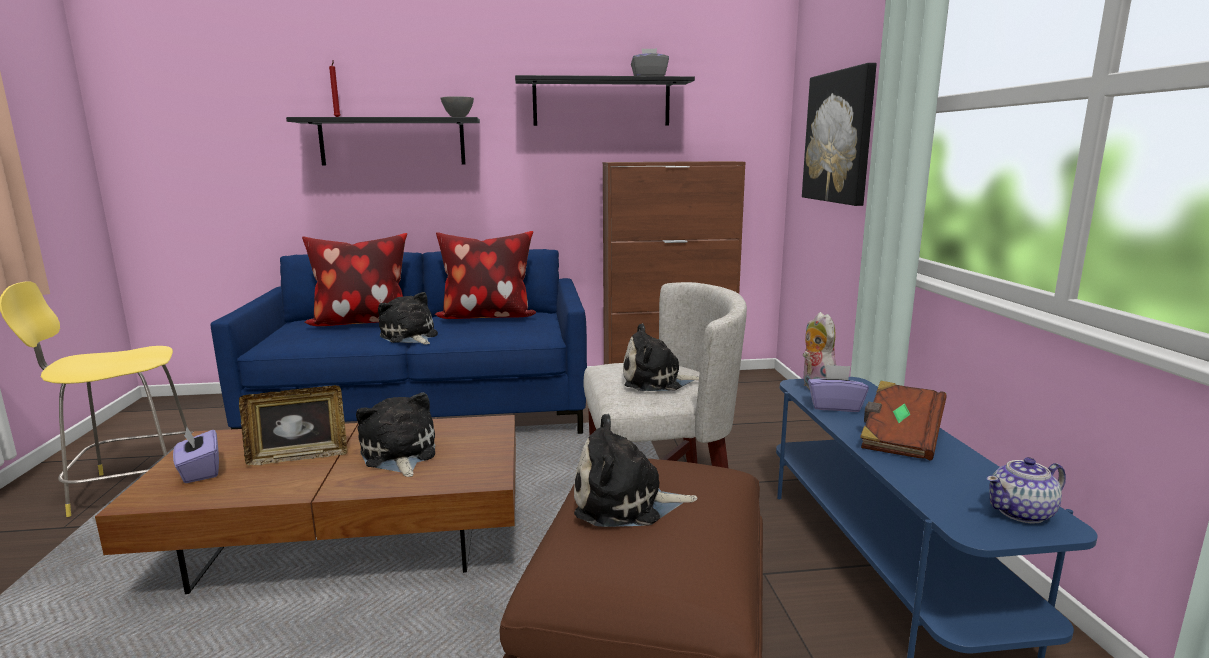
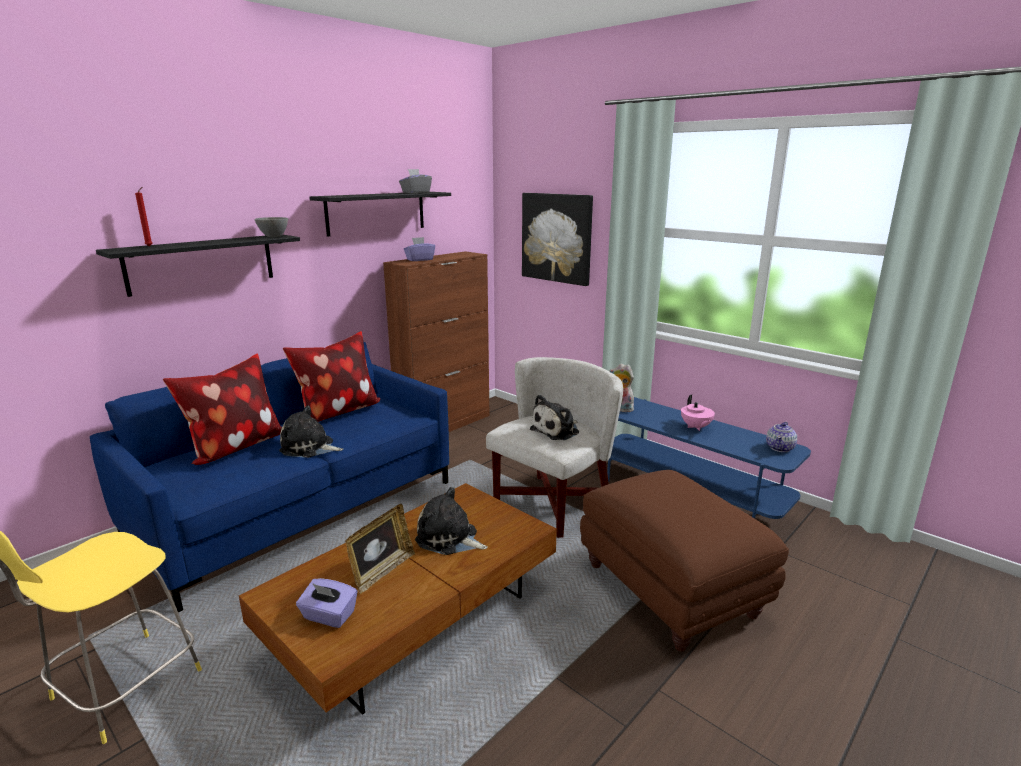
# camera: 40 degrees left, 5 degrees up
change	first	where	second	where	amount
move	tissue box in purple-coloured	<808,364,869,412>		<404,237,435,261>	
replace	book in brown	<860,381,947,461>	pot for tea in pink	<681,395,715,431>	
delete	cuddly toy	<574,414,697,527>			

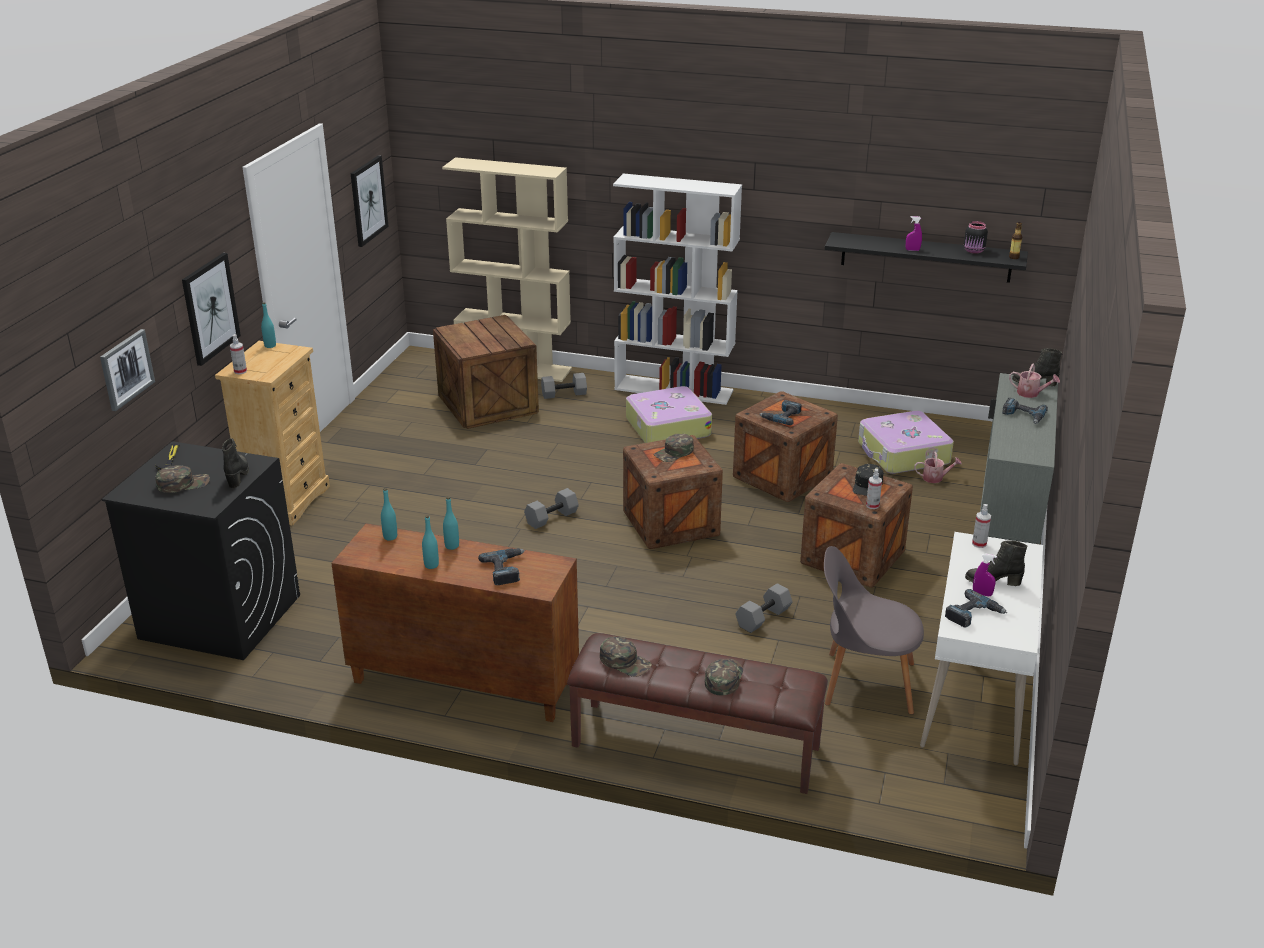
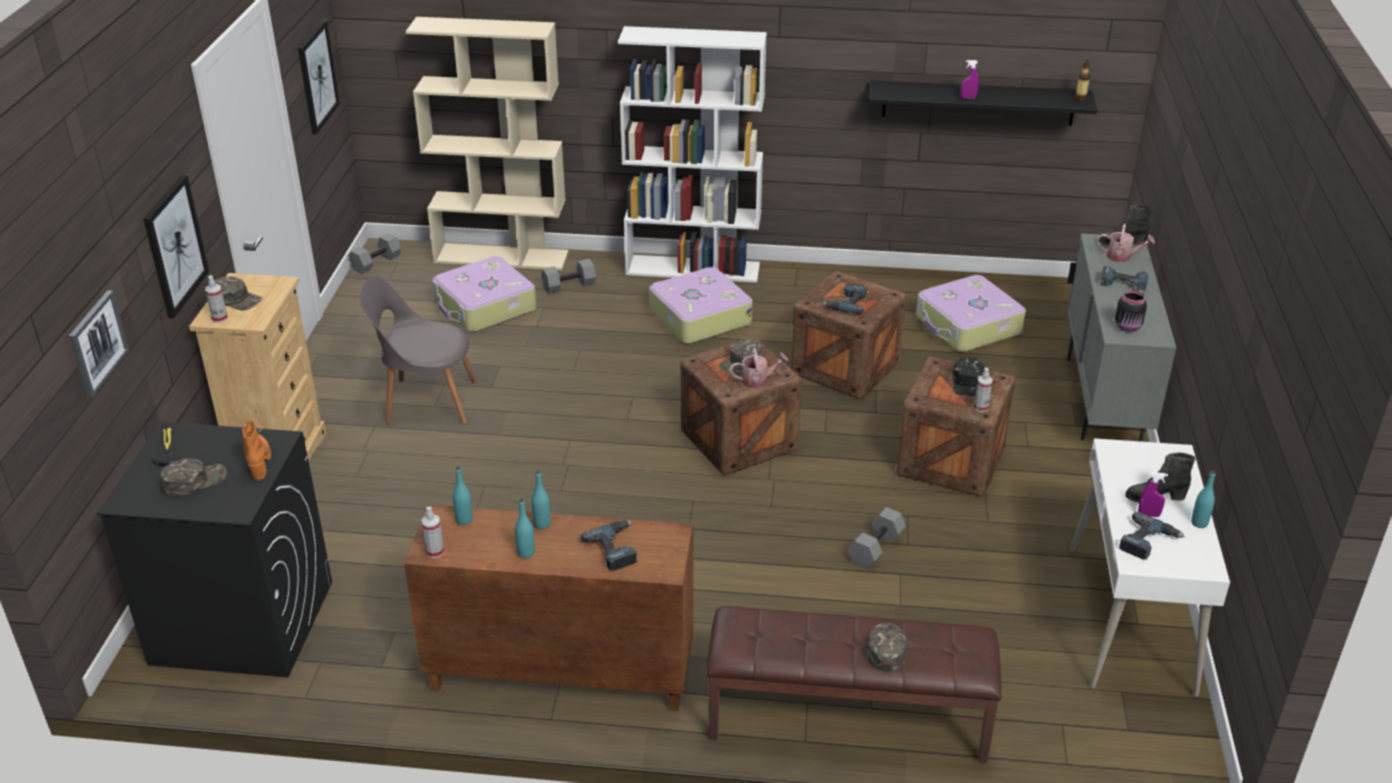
# camera: 10 degrees left, 5 degrees up
change	first	where	second	where	amount
move	preserve jar in blackish	<964,221,988,254>		<1115,290,1147,332>	
move	bottle in turquoise-coloured	<261,303,276,348>		<1191,470,1216,528>	
replace	packing crate	<433,315,539,429>	travel case	<432,256,536,332>	
recolor	high-top boot in blackish	<222,438,249,488>	high-top boot in orange-coloured	<242,420,271,480>	
move	watering pot	<914,451,962,483>		<730,348,789,388>	
move	free weight in greyish	<524,488,579,529>		<349,233,401,274>	
move	hand sprayer	<972,504,991,548>		<421,507,444,558>	
move	plain chair in greyish	<824,546,924,715>		<360,276,477,425>	
move	cap in green	<600,637,652,677>		<215,276,262,310>	

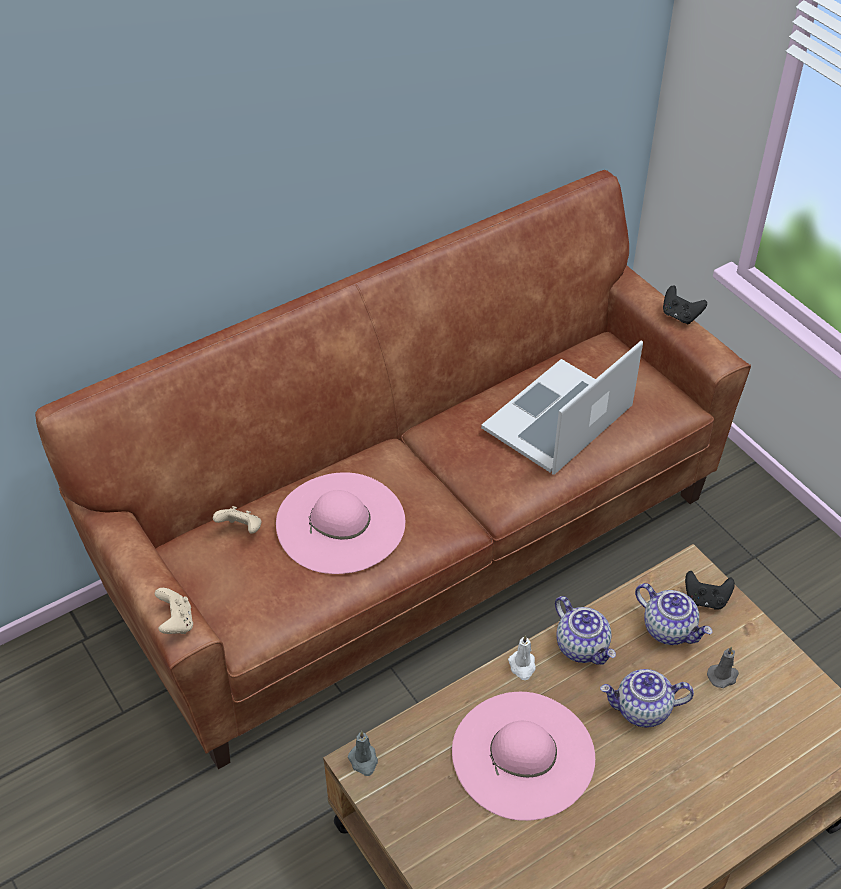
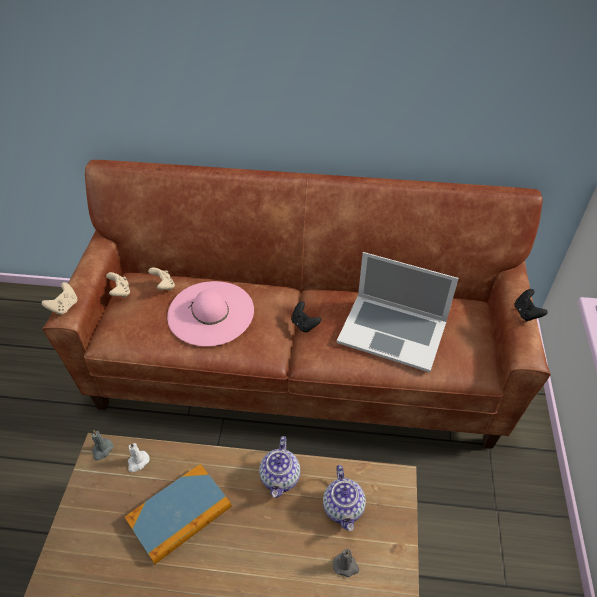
# camera: 40 degrees right, 0 degrees up
change	first	where	second	where	amount
rotate	laptop	<481,340,643,475>		<337,252,459,372>	150 degrees counterclockwise
move	game controller in blackish	<685,571,735,610>		<291,301,321,333>	
move	wax candle in white-coloured	<508,635,536,680>		<128,442,150,472>	
delete	pot for tea	<600,669,694,728>			
replace	wearable hat in pink	<452,692,595,821>	book	<125,464,232,565>	
insert			game controller in beige-coloured	<106,272,130,297>	

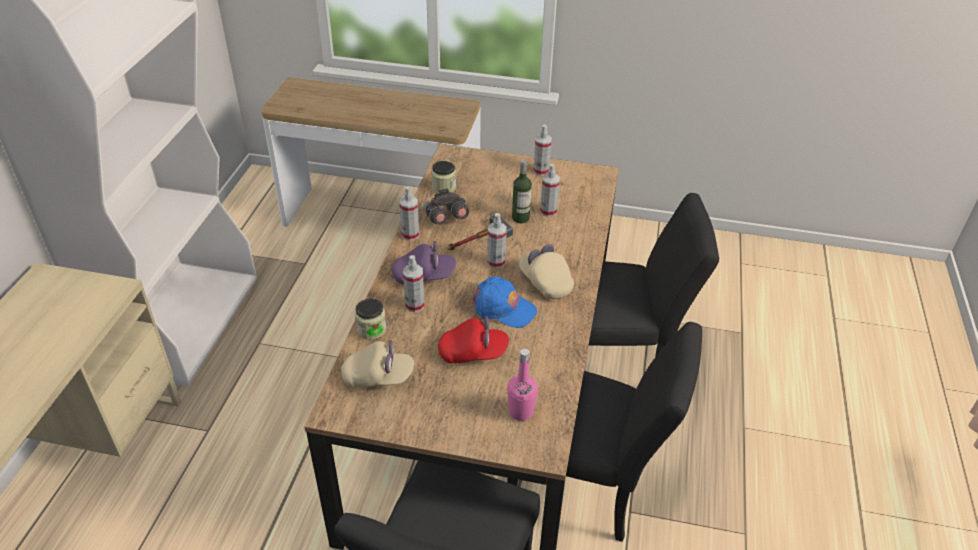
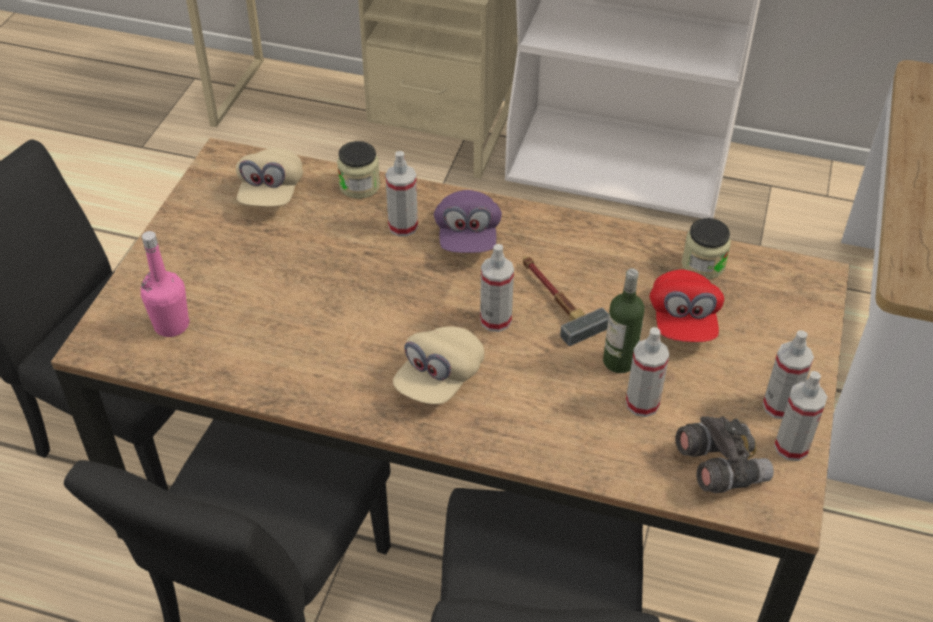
# camera: 95 degrees right, 5 degrees up
change	first	where	second	where	amount
move	hand sprayer	<399,187,420,241>		<774,371,827,461>	
move	field glasses in greyish	<423,188,469,225>		<675,416,774,493>	
rotate	cap in beige-coloured	<519,244,574,299>		<393,326,485,404>	150 degrees clockwise
delete	cap in bluish	<471,276,537,328>			
move	cap in reddish	<438,316,509,363>		<650,269,724,342>	

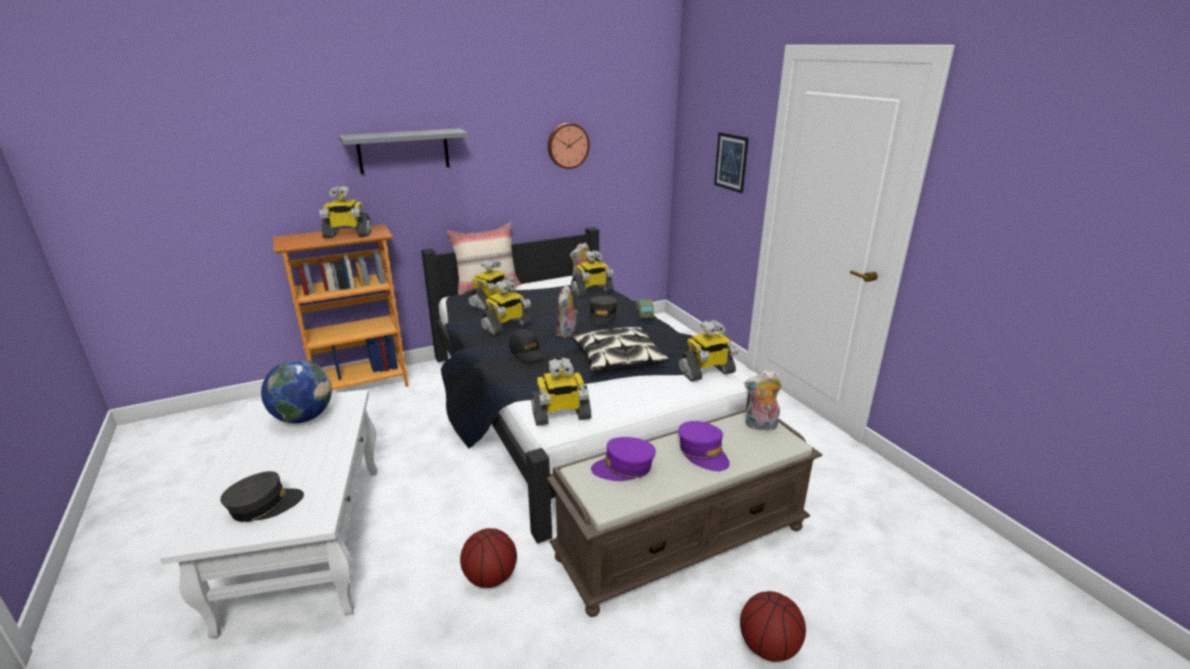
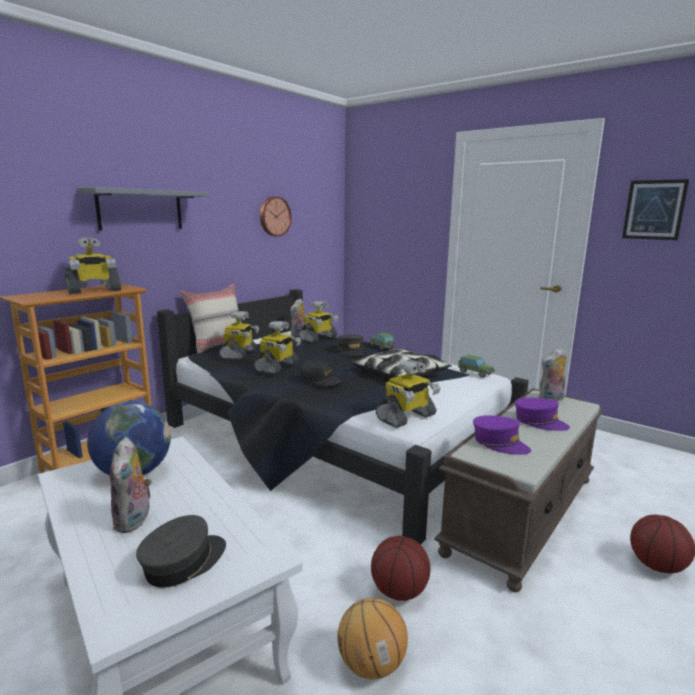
# camera: 25 degrees left, 10 degrees down
change	first	where	second	where	amount
move	picture	<714,132,749,193>		<622,179,689,240>	
move	cuddly toy	<556,285,578,338>		<110,437,152,533>	
replace	model robot	<678,320,739,381>	model car	<458,354,495,378>	
rotate	cap in purple-coloured	<591,437,656,481>		<473,415,531,455>	105 degrees counterclockwise
insert			ball for basketball	<337,598,408,679>	

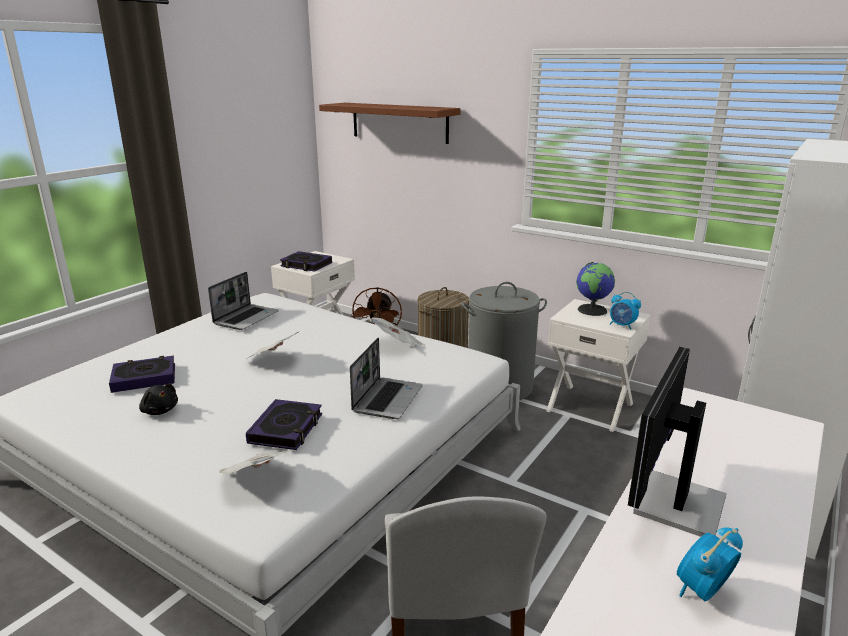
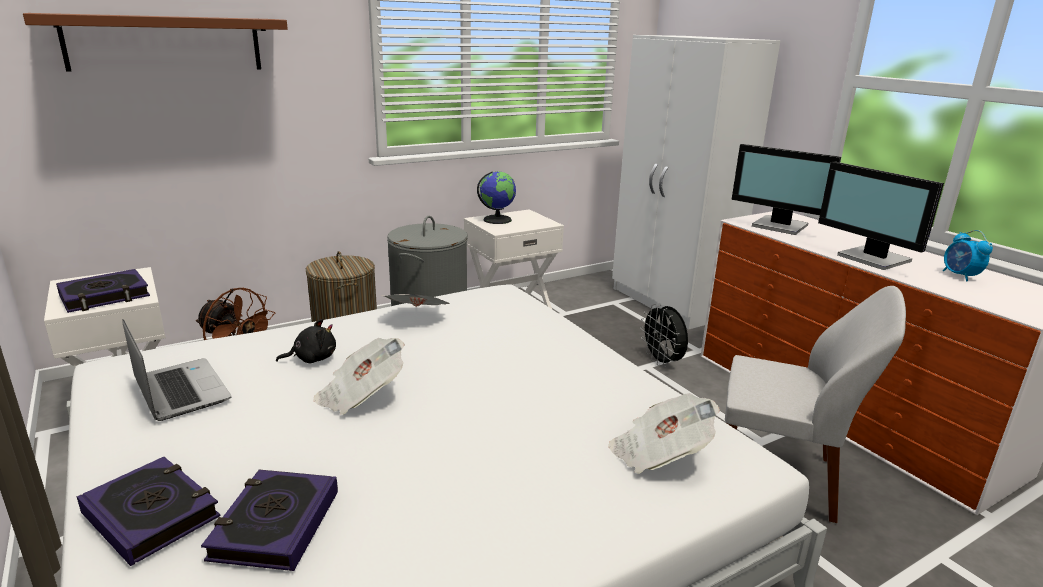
# camera: 65 degrees left, 0 degrees up
change	first	where	second	where	amount
delete	alarm clock	<610,292,641,330>			
delete	laptop	<350,338,423,419>			
move	cuddly toy in blackish	<139,384,178,415>		<276,319,336,363>	
move	book	<246,399,322,450>		<77,457,221,566>	
insert			computer display	<732,144,841,235>	
insert			electric fan in blackish	<640,304,688,367>	

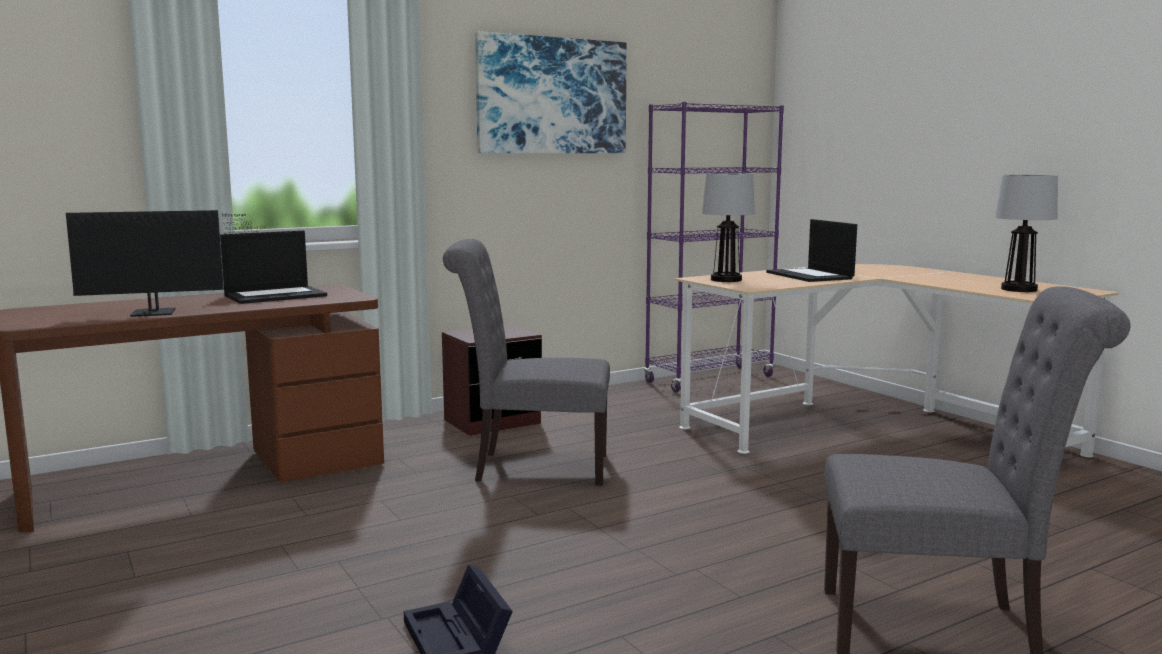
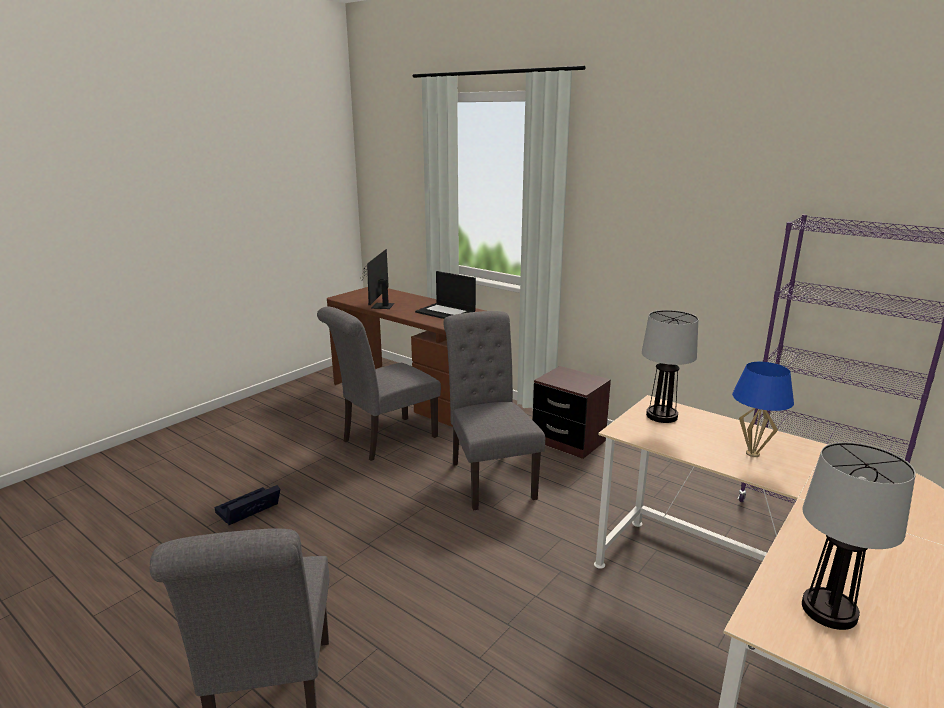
# camera: 70 degrees right, 10 degrees up
change	first	where	second	where	amount
delete	picture	<475,31,627,153>			
rotate	computer display	<66,210,266,317>		<362,249,394,309>	45 degrees clockwise
replace	laptop	<766,219,857,282>	lamp for a table in bluish	<732,362,794,457>	
insert			plain chair in greyish	<317,307,441,461>	

